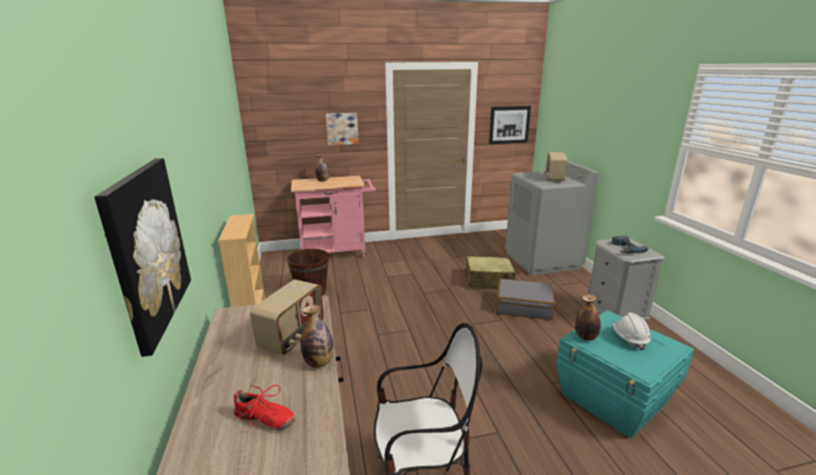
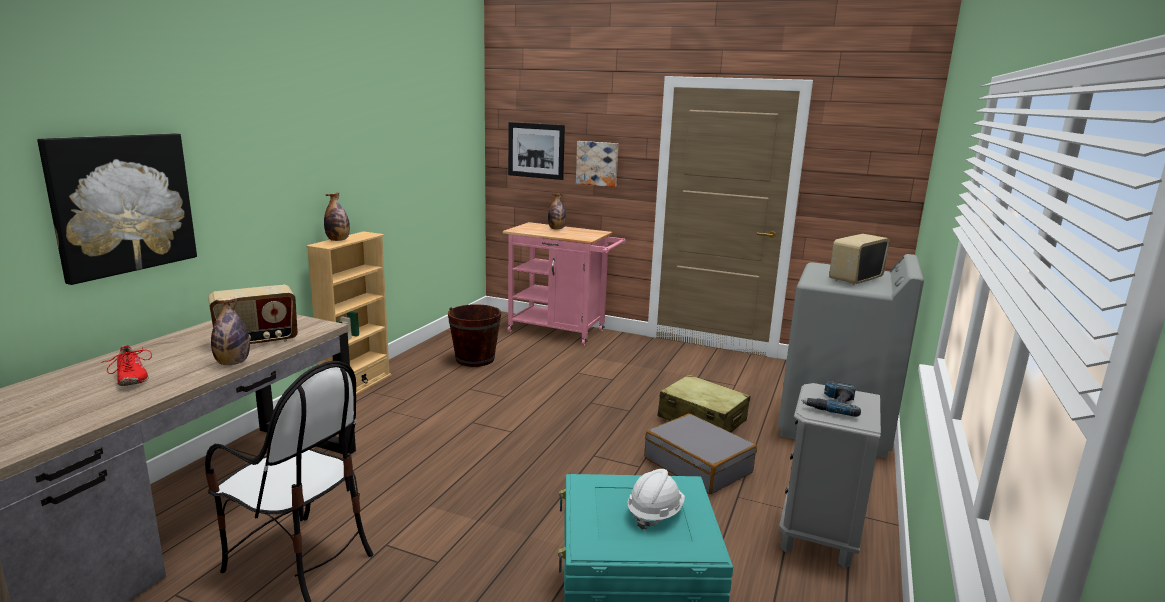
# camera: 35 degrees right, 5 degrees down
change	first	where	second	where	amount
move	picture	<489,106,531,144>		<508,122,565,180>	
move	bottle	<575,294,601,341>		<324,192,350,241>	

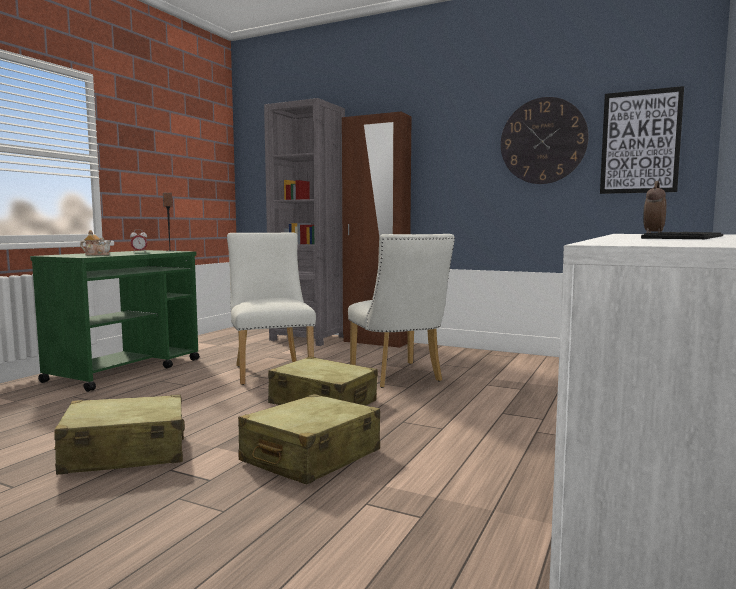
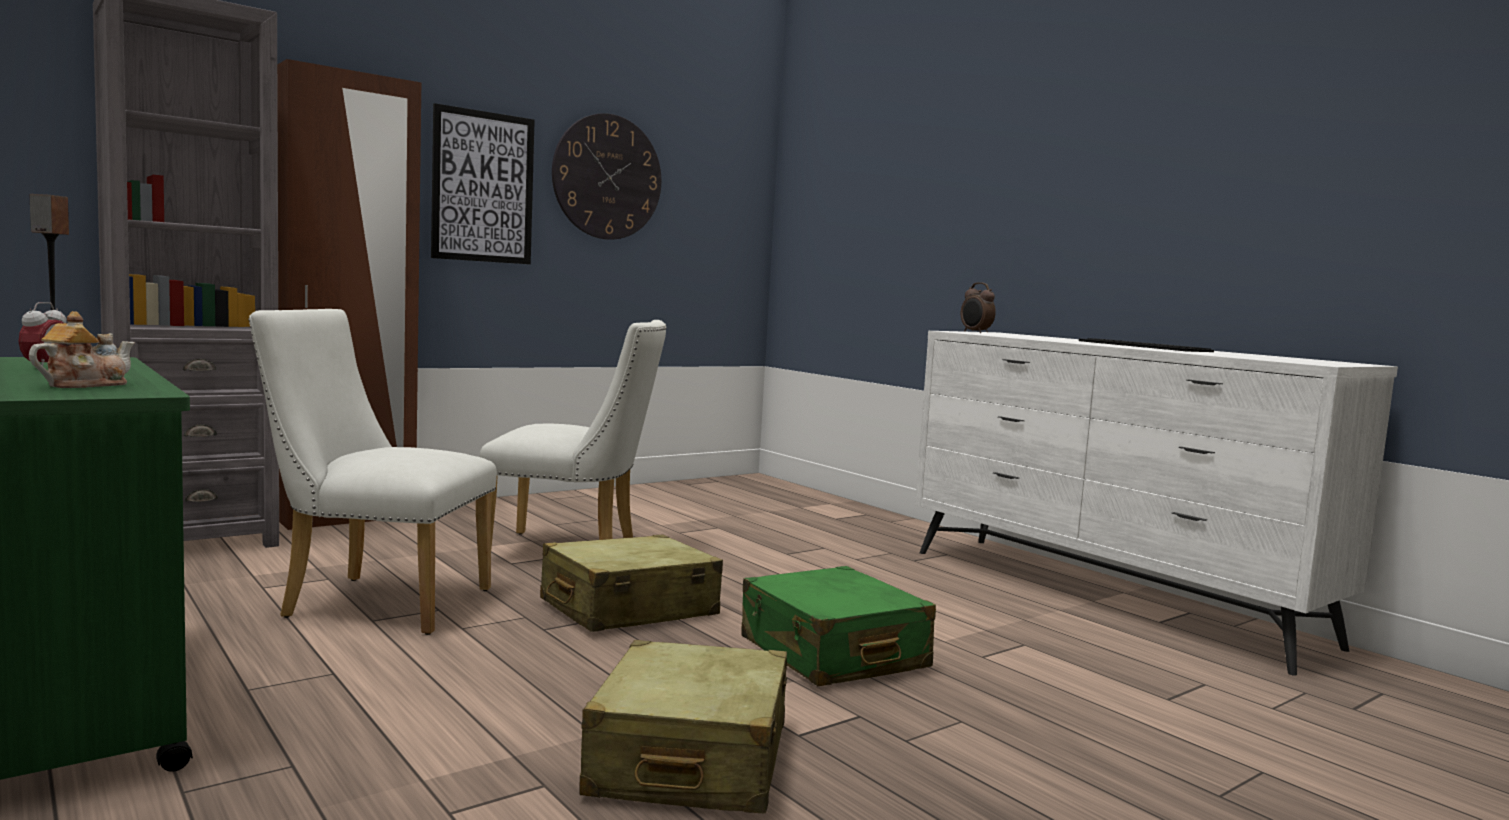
# camera: 65 degrees left, 0 degrees up
change	first	where	second	where	amount
move	picture	<600,86,684,194>		<431,103,535,264>	
recolor	travel case in beige-coloured	<238,394,380,484>	travel case in green	<742,566,936,686>	

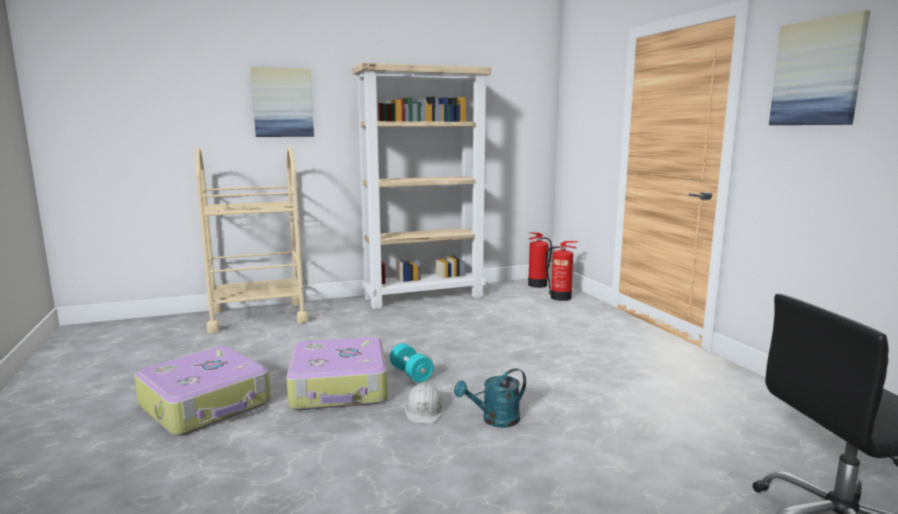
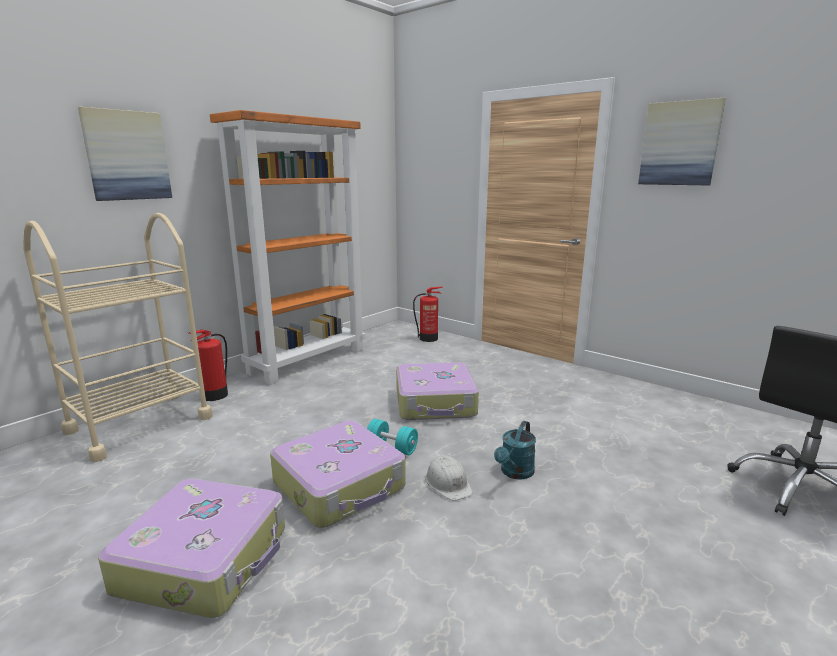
# camera: 30 degrees left, 5 degrees up
change	first	where	second	where	amount
recolor	bookcase in beige-coloured	<352,62,491,309>	bookcase in orange-coloured	<210,110,365,385>	
move	extinguisher	<528,232,552,288>		<189,330,228,401>	
insert			travel case	<396,362,479,420>	

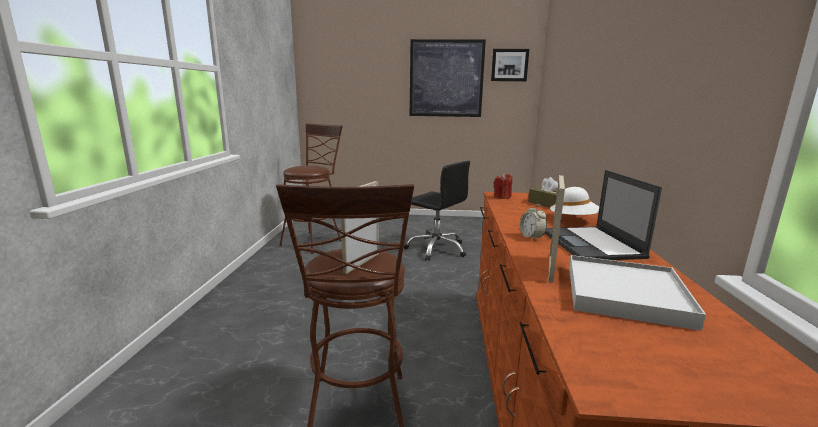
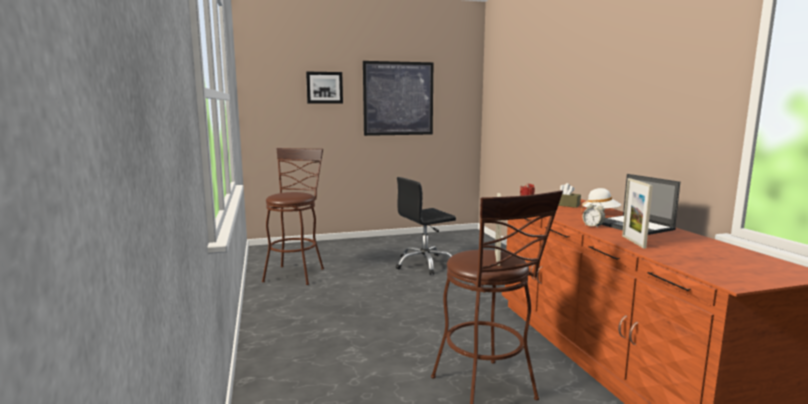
# camera: 20 degrees left, 5 degrees down
change	first	where	second	where	amount
move	picture	<491,49,529,81>		<306,72,343,103>	
rotate	computer chair in blackish	<404,161,470,261>		<395,177,456,275>	135 degrees clockwise
delete	carrying tray in white-coloured	<569,255,706,331>			

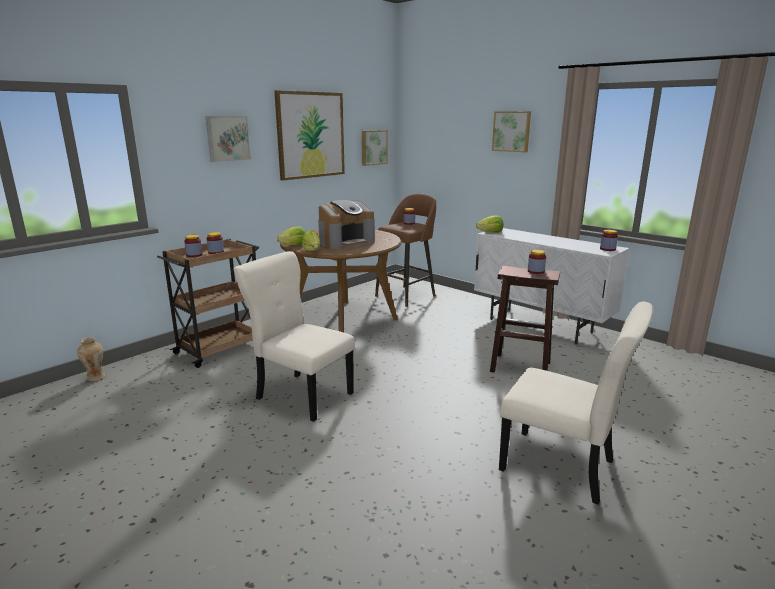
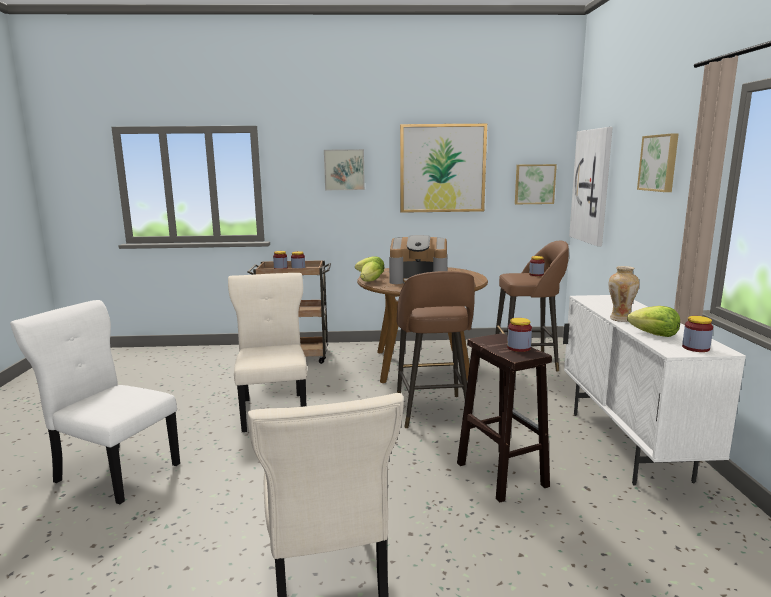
# camera: 45 degrees right, 5 degrees down
change	first	where	second	where	amount
move	lettuce head	<476,215,503,233>		<627,306,680,337>	
move	vase	<77,337,105,381>		<609,266,639,322>	
insert			picture	<569,127,613,246>	
insert			stool seat in brown	<397,271,475,428>	
insert			plain chair in white-coloured	<10,300,180,504>	

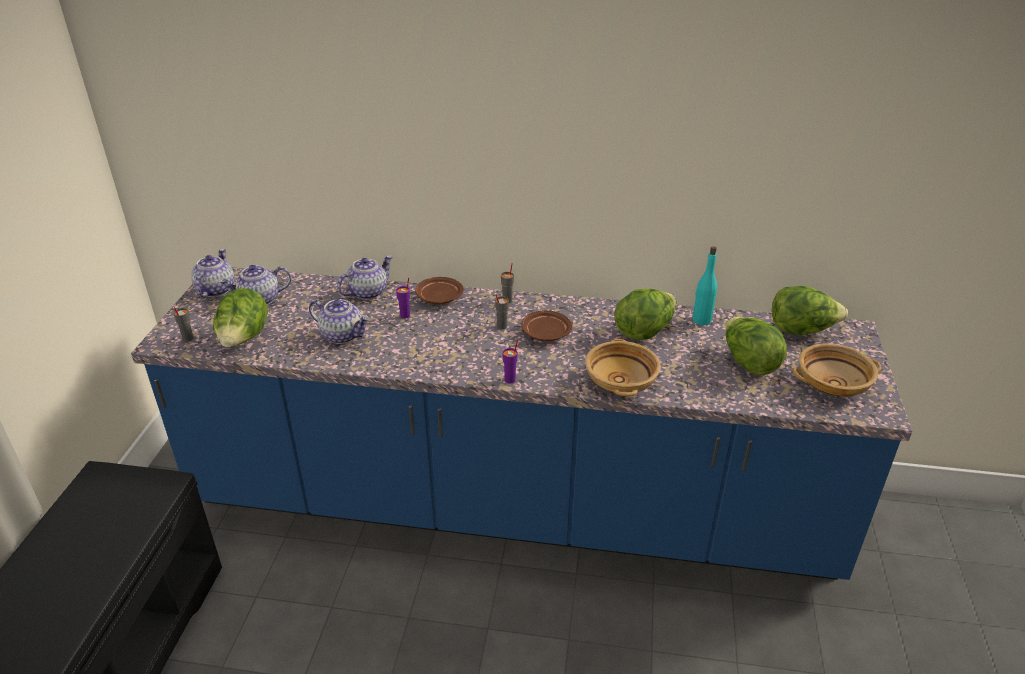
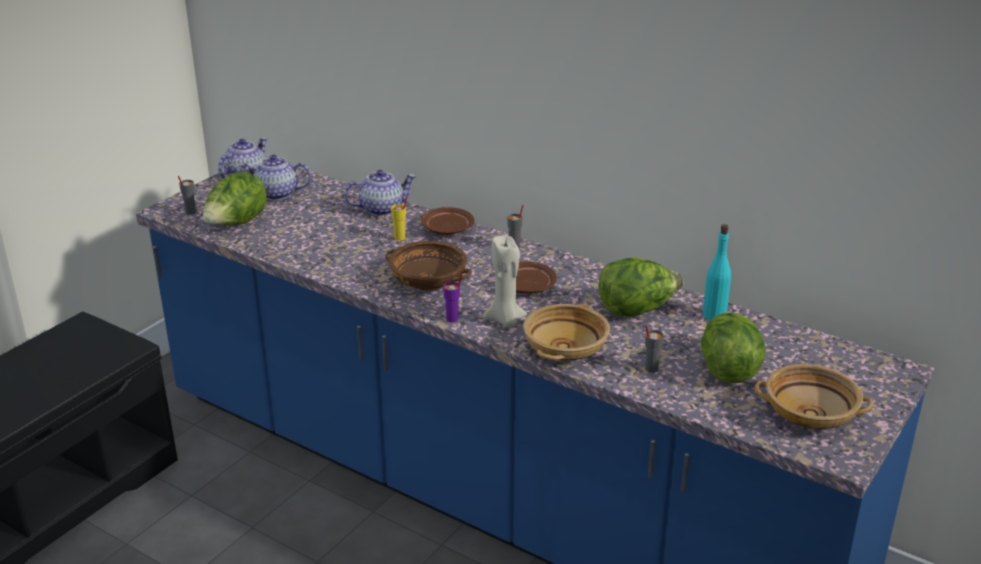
# camera: 25 degrees right, 5 degrees down
change	first	where	second	where	amount
recolor	small cup in purple-coloured	<396,278,410,319>	small cup in yellow-coloured	<391,196,408,241>	
delete	lettuce head	<772,286,848,335>			
move	small cup in greyish	<495,295,509,329>		<645,326,664,373>	
delete	pot for tea	<309,299,370,344>			
insert			wax candle in beige-coloured	<483,236,527,327>	
insert			serving bowl in brown	<385,241,472,291>	

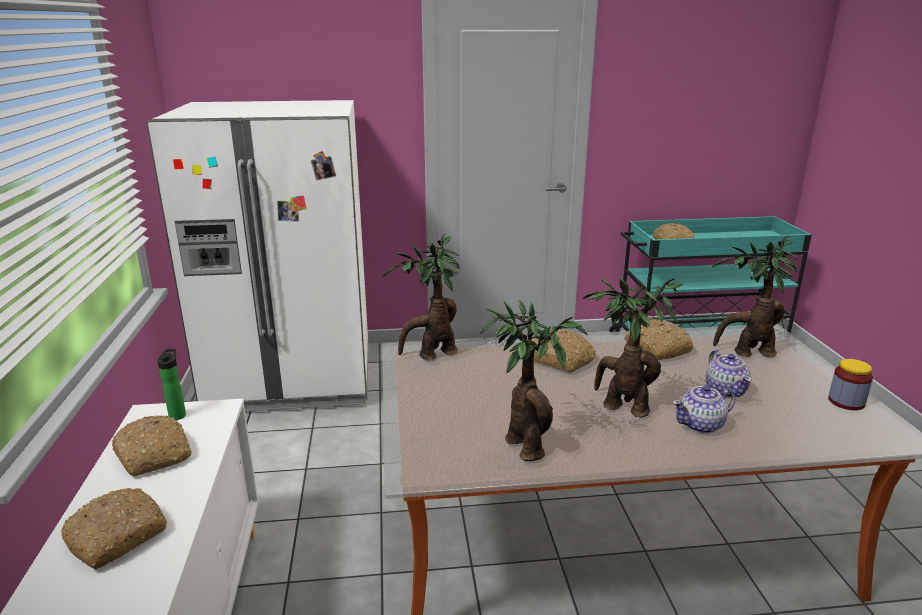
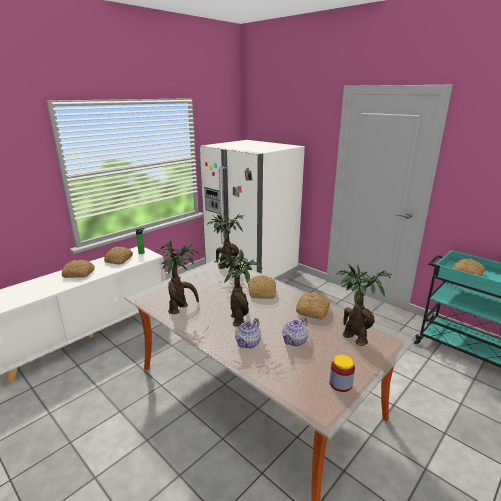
# camera: 50 degrees right, 0 degrees up
change	first	where	second	where	amount
rotate	pot for tea	<673,385,736,434>		<235,318,261,349>	90 degrees counterclockwise

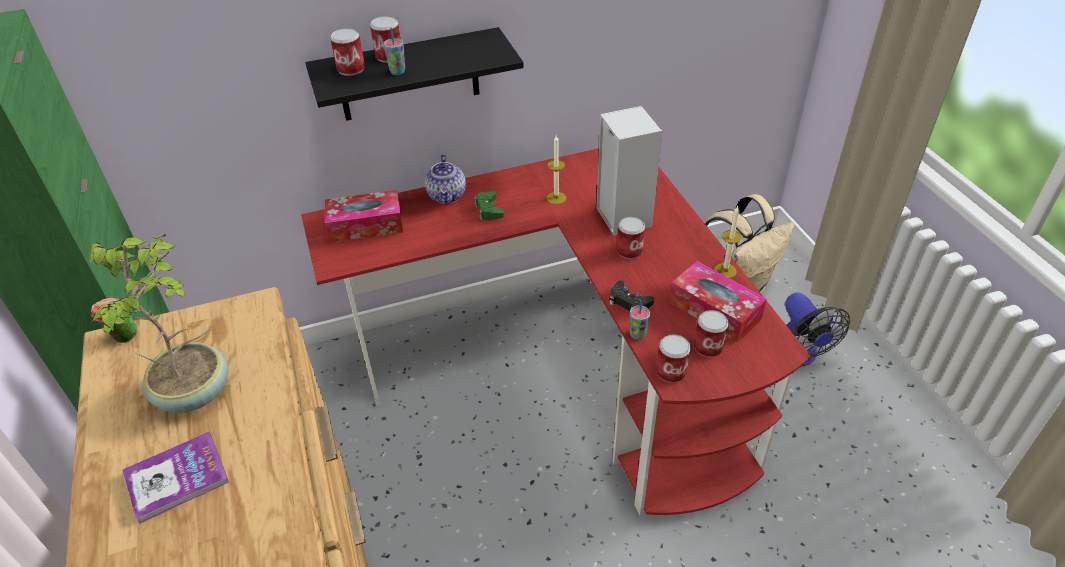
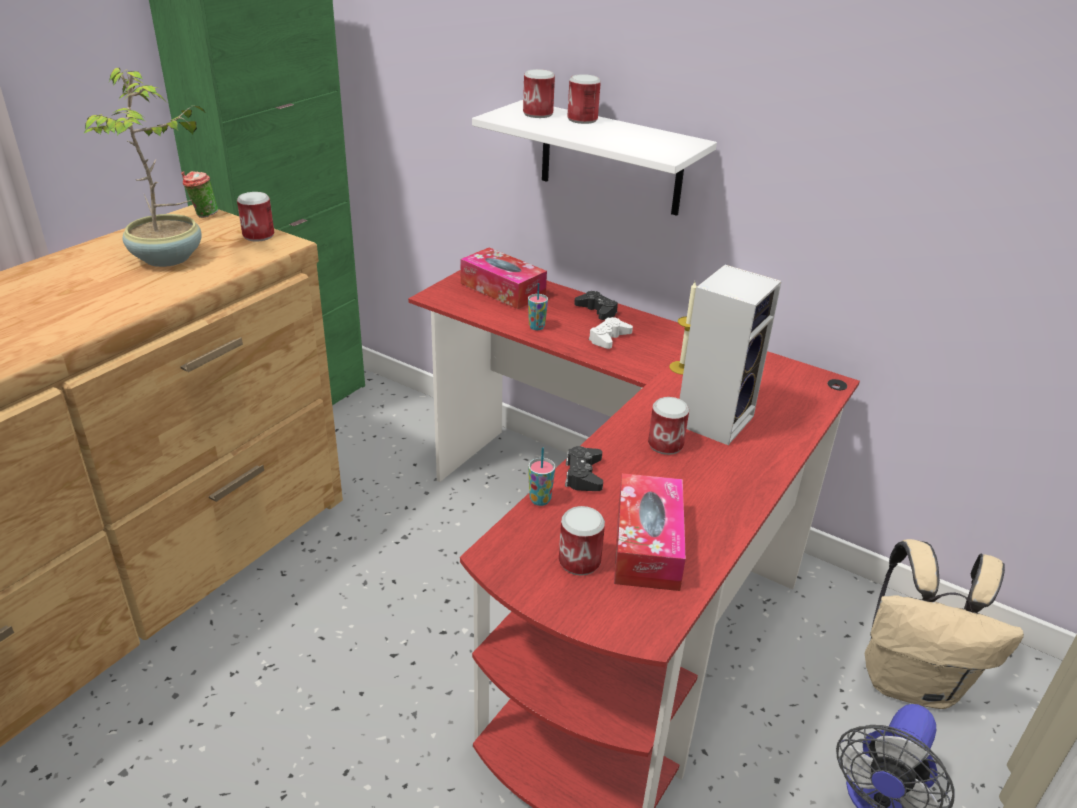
# camera: 50 degrees right, 10 degrees down
change	first	where	second	where	amount
recolor	bracket shelf in blackish	<305,27,524,121>	bracket shelf in white-coloured	<472,100,717,216>	
move	small cup	<384,27,405,75>		<528,283,548,330>	
replace	pot for tea	<425,154,466,205>	game controller in blackish	<574,291,618,320>	
recolor	game controller in green	<474,191,505,221>	game controller in white-coloured	<589,317,633,349>	
delete	wax candle	<714,206,742,278>			
move	metal can	<656,334,691,383>		<237,192,274,241>	
delete	book	<123,432,229,524>			

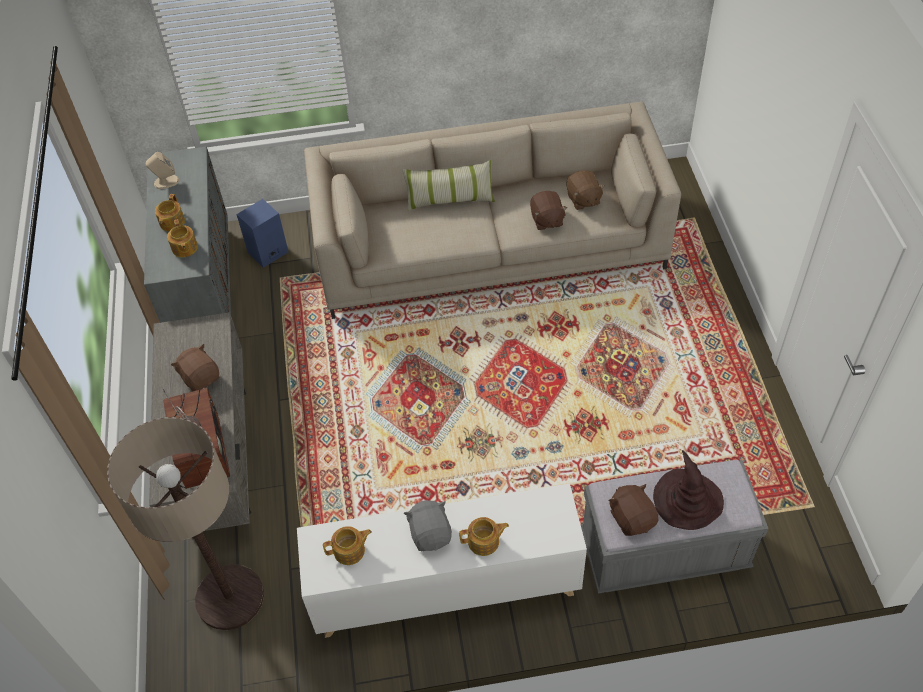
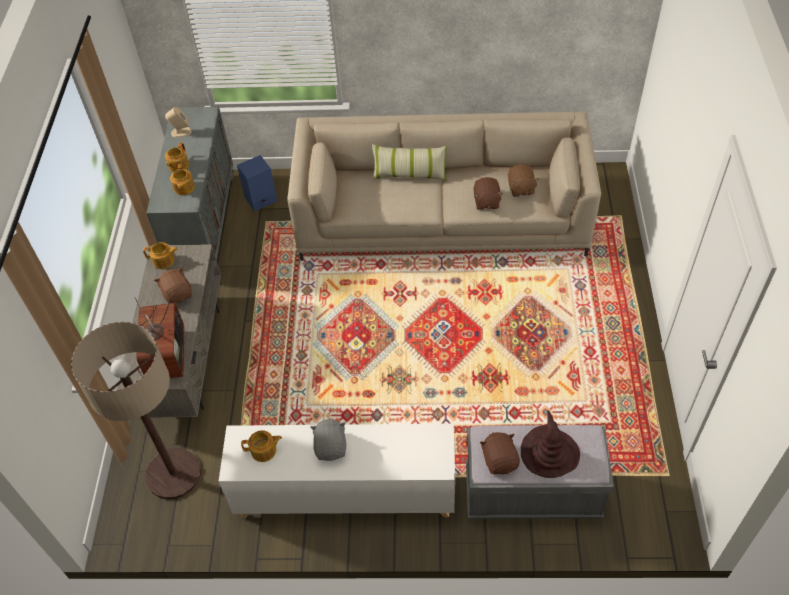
# camera: 10 degrees right, 0 degrees up
change	first	where	second	where	amount
move	pot for tea	<459,517,509,556>		<143,242,178,269>	

